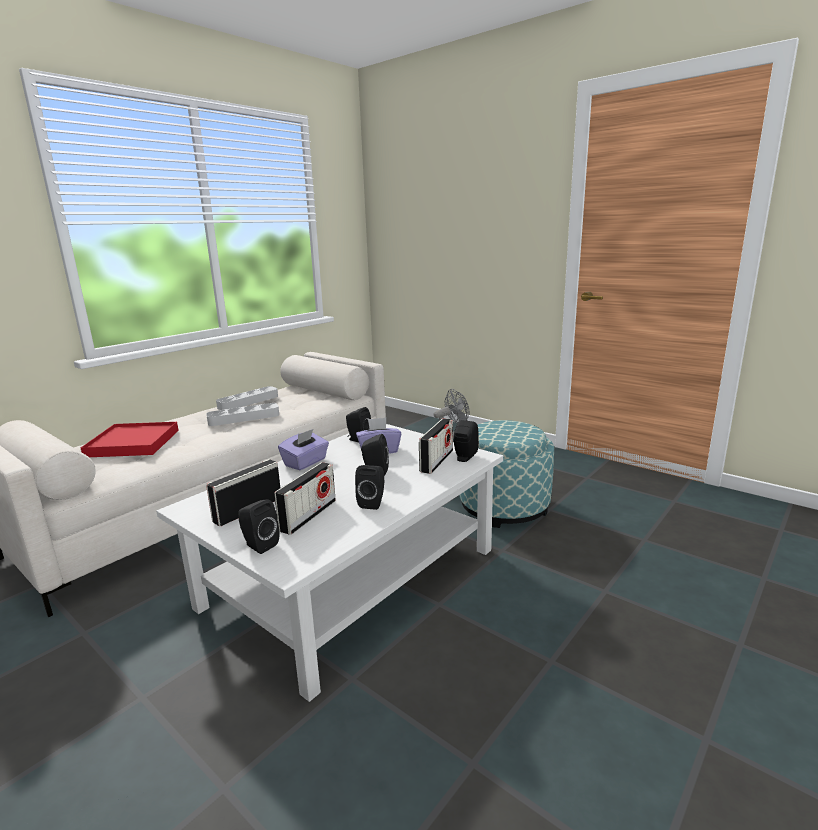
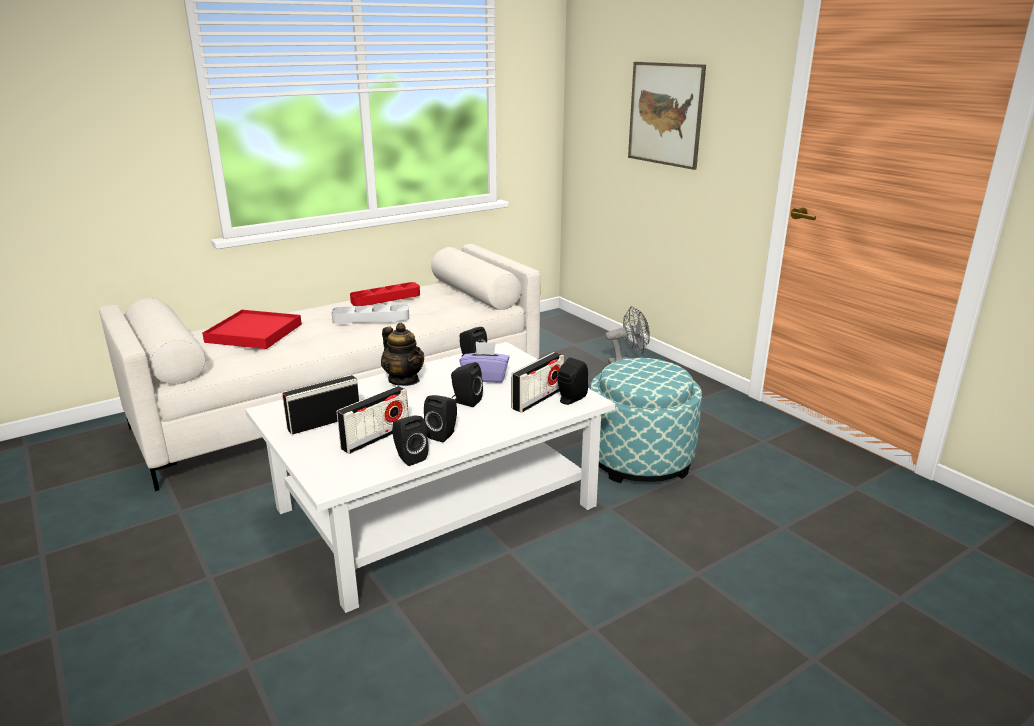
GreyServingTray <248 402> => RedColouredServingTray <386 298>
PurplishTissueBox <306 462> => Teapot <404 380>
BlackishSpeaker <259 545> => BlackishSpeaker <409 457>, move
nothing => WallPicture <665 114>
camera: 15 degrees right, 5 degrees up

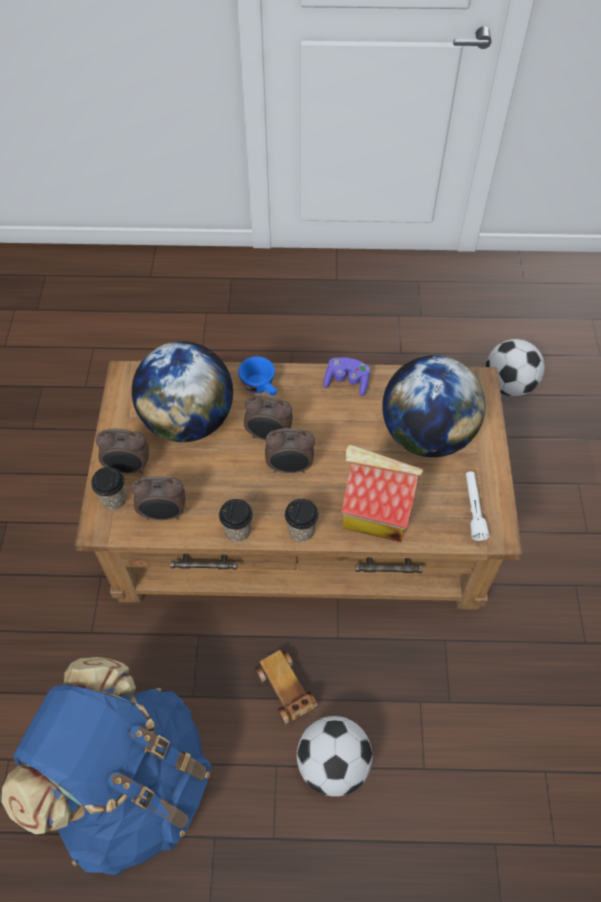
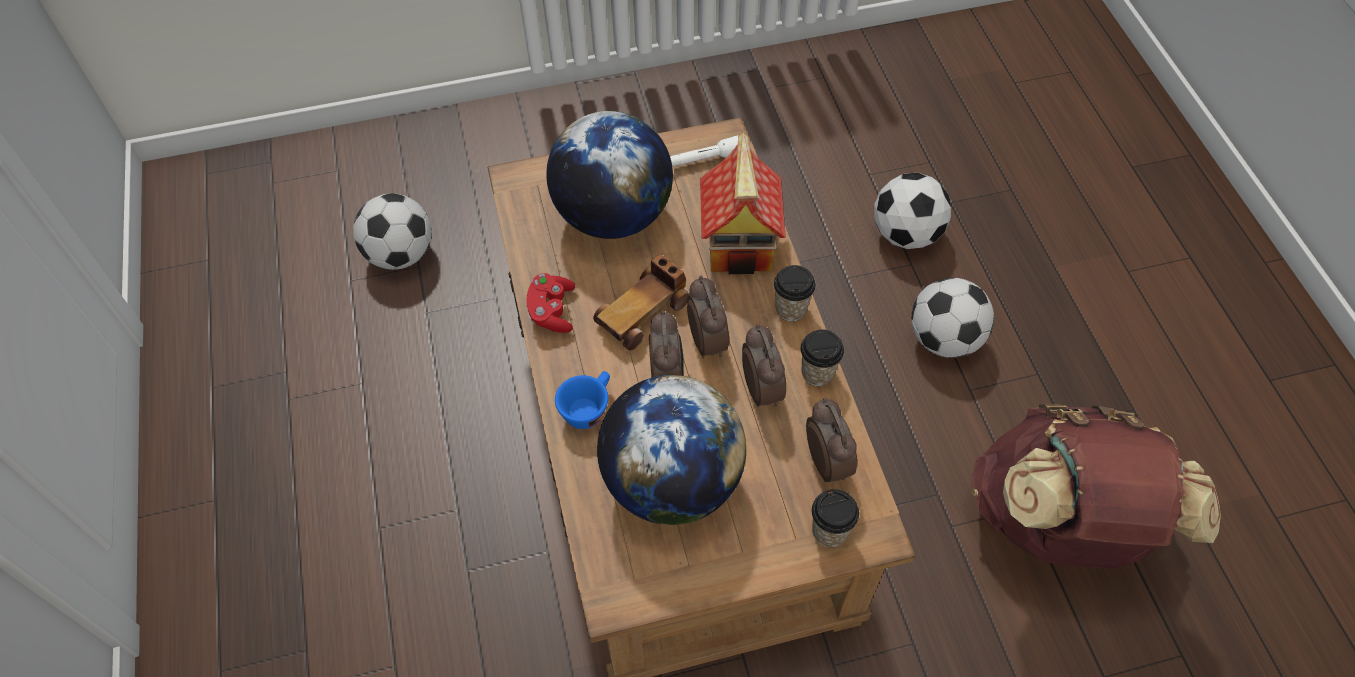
PurplishGameController <347 382> => RedColouredGameController <552 311>
TableClock <128 468> => TableClock <762 389>, move
ToyCar <286 690> => ToyCar <643 312>, move
BlueRucksack <131 784> => BrownRucksack <1059 524>
nothing => FootballBall <906 234>
camera: 105 degrees left, 0 degrees up

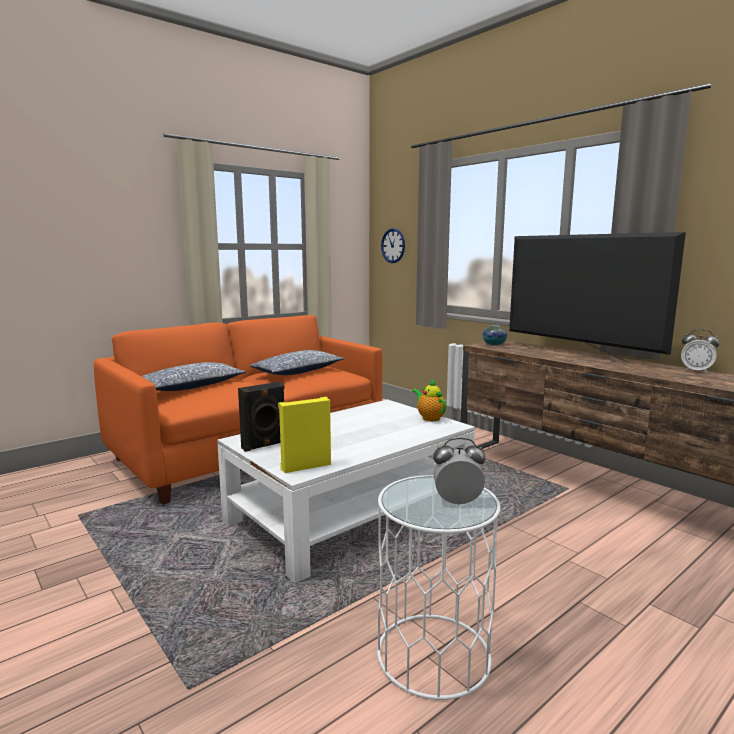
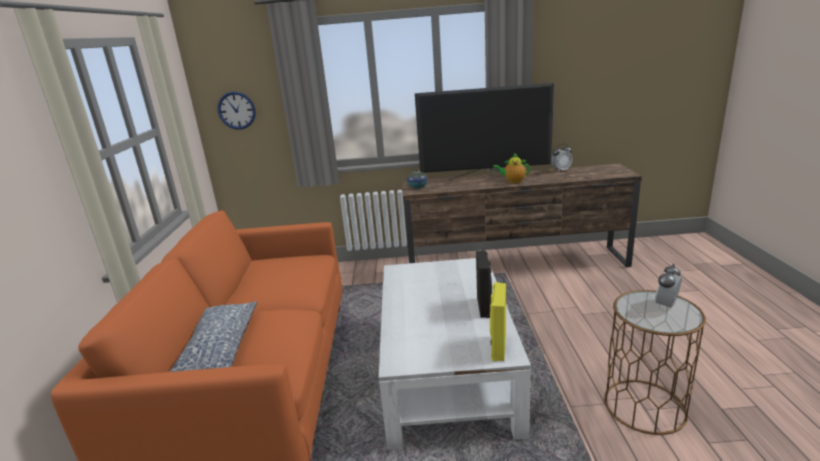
Pillow <297 372> => nothing
Teapot <430 418> => Teapot <513 181>, move
BlackishSpeaker <264 445> => BlackishSpeaker <485 307>, move
WhiteSideTable <433 654> => BrownSideTable <645 406>
camera: 50 degrees left, 10 degrees up

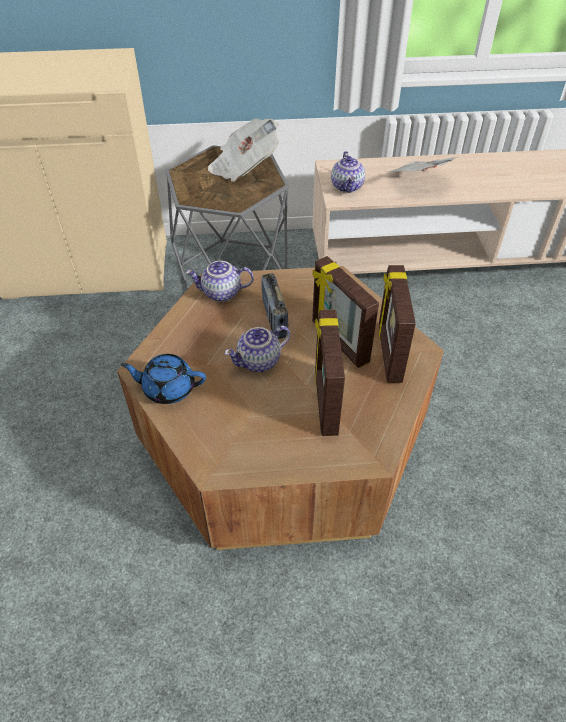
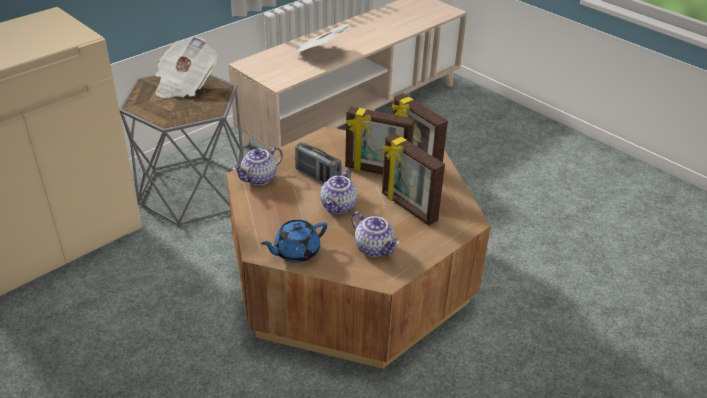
Teapot <348 187> => Teapot <374 248>, move
camera: 40 degrees left, 10 degrees down

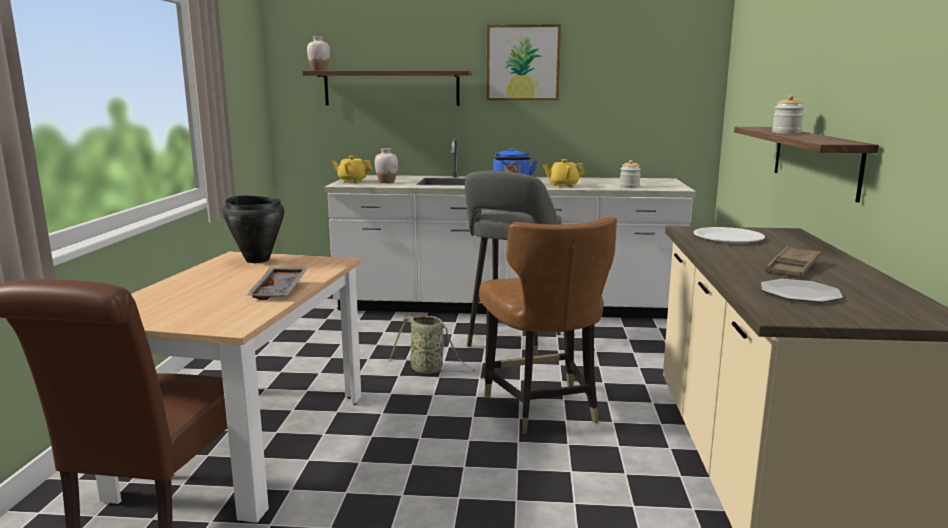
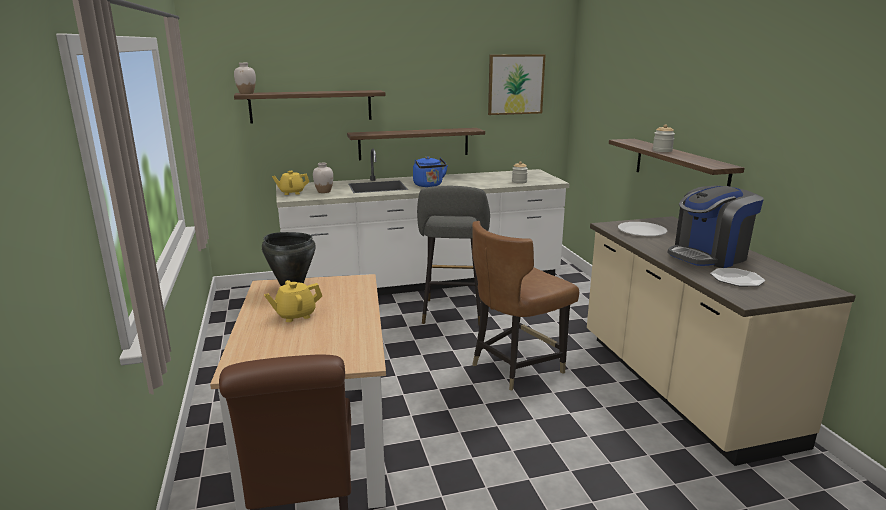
WallPicture <523 63> => WallPicture <515 84>, move
YellowishTeapot <563 186> => YellowishTeapot <295 315>, move
BrownPlainChair <542 408> => BrownPlainChair <515 367>, 90 degrees clockwise
BrownServingTray <792 268> => CoffeeMachine <709 256>
GreyServingTray <280 291> => nothing
Basket <429 370> => nothing
nothing => Shelf <414 143>
camera: 20 degrees left, 5 degrees up

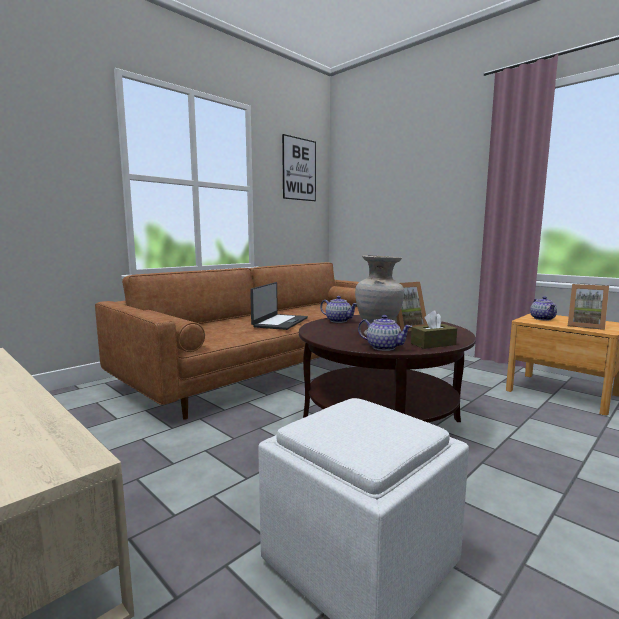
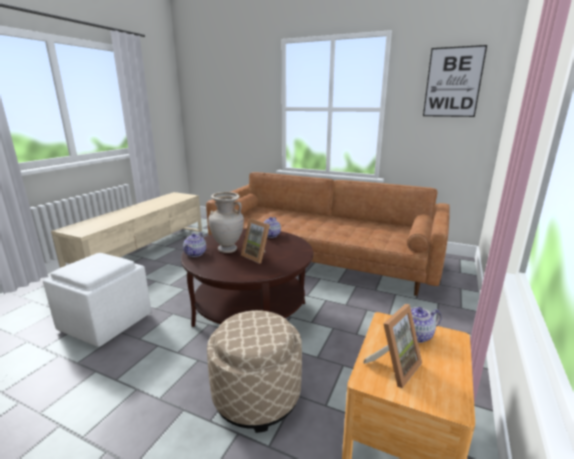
NotebookComputer <280 322> => nothing
PhotoFrame <585 326> => PhotoFrame <394 366>, 150 degrees counterclockwise
BrownTissueBox <433 344> => nothing
nothing => SandColouredFootrest <256 396>
camera: 70 degrees right, 10 degrees up

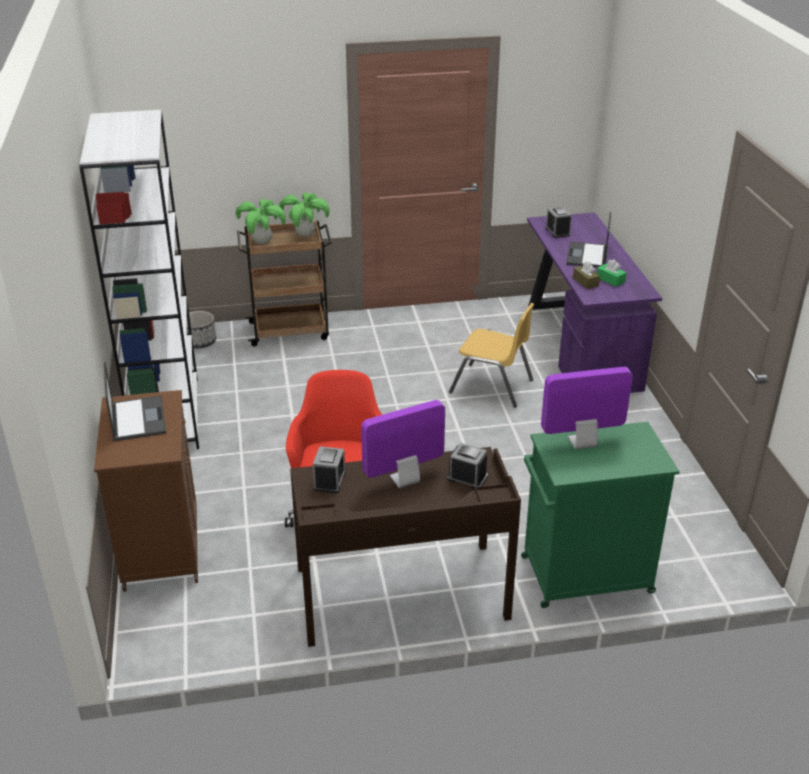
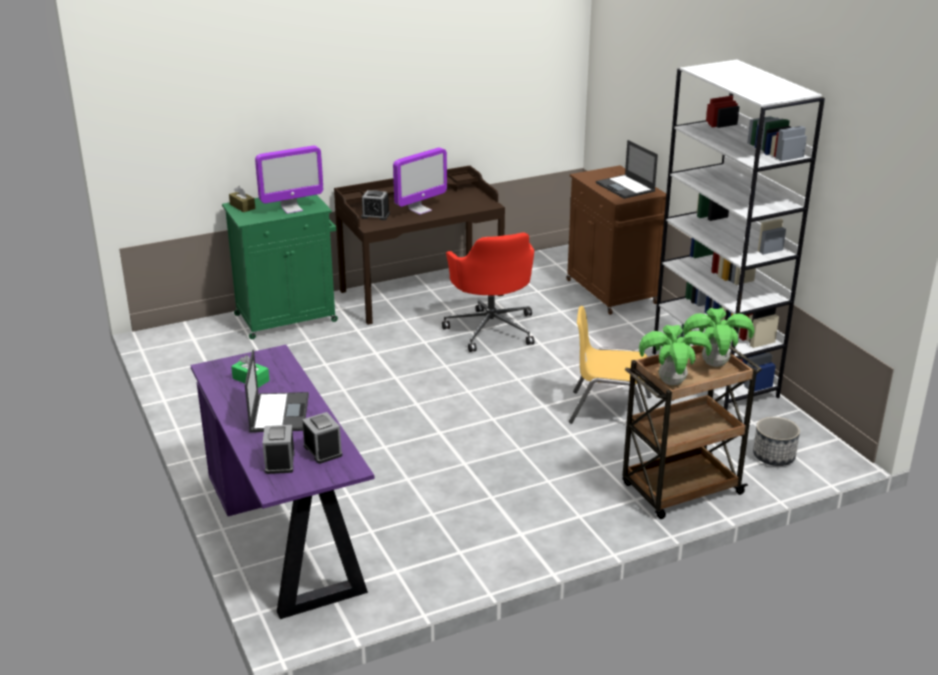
BrownTissueBox <585 282> => BrownTissueBox <242 206>, move
YellowishPlainChair <492 386> => YellowishPlainChair <610 410>, move
TableClock <329 481> => TableClock <280 462>, move
camera: 165 degrees right, 5 degrees down

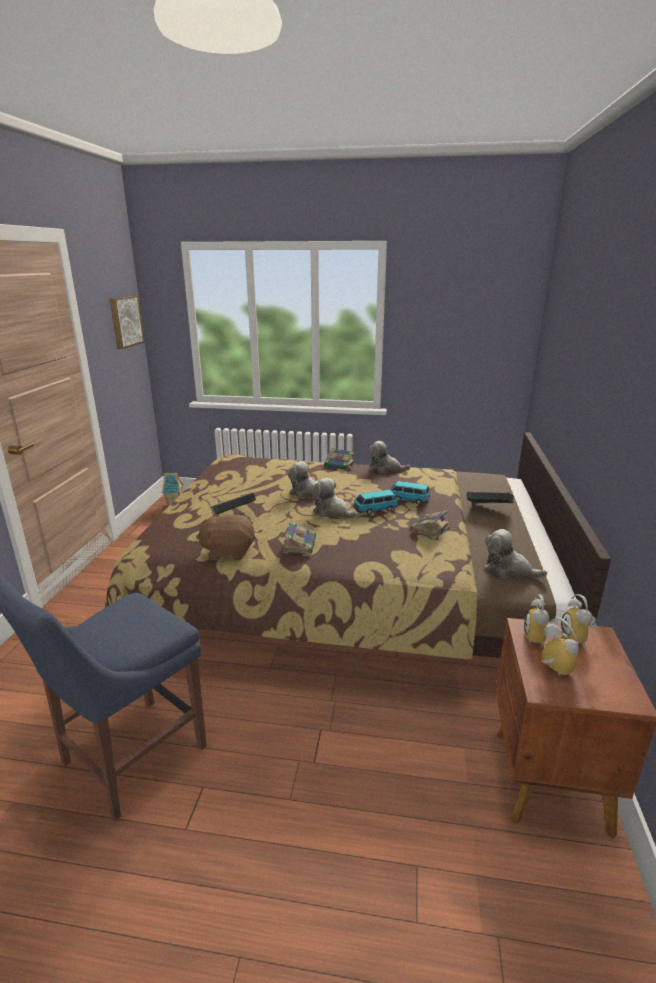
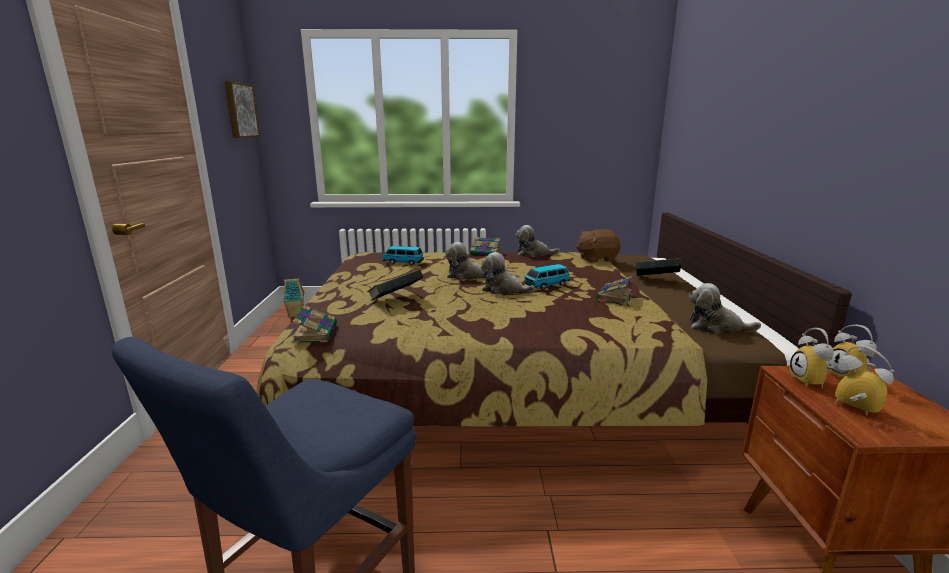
ToyCar <408 499> => ToyCar <403 262>, move
BrownSoftToy <228 551> => BrownSoftToy <596 259>, move
BoundBook <299 544> => BoundBook <315 333>, move
camera: 10 degrees left, 5 degrees down

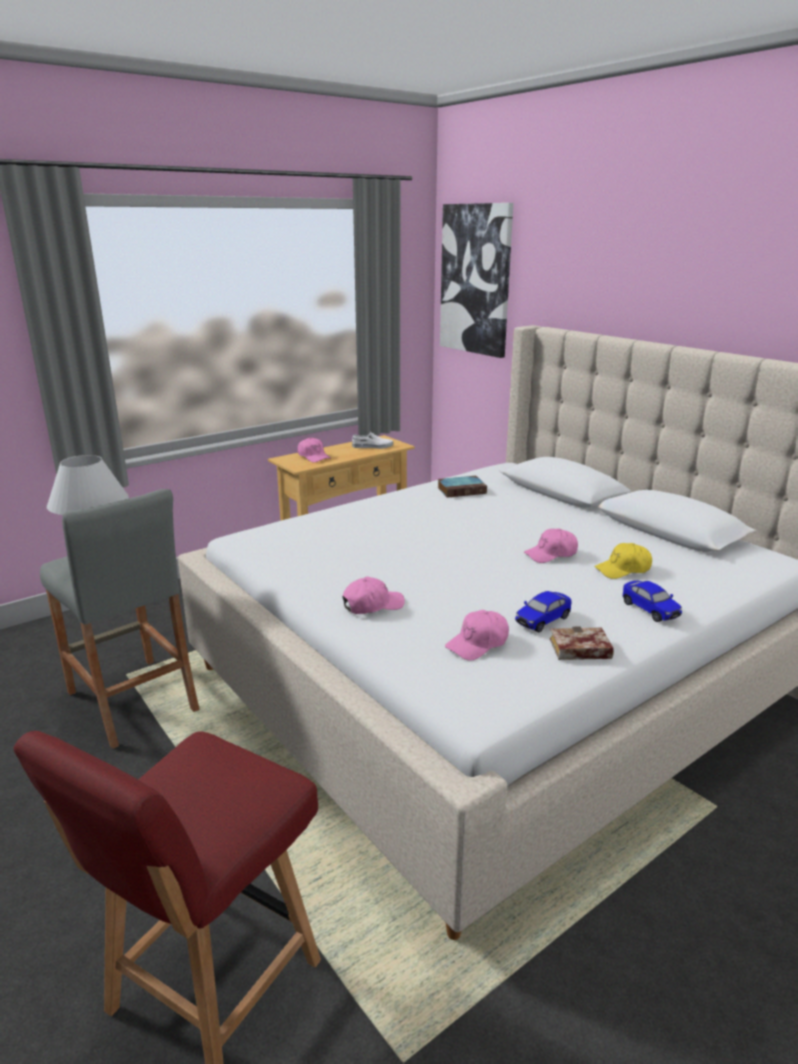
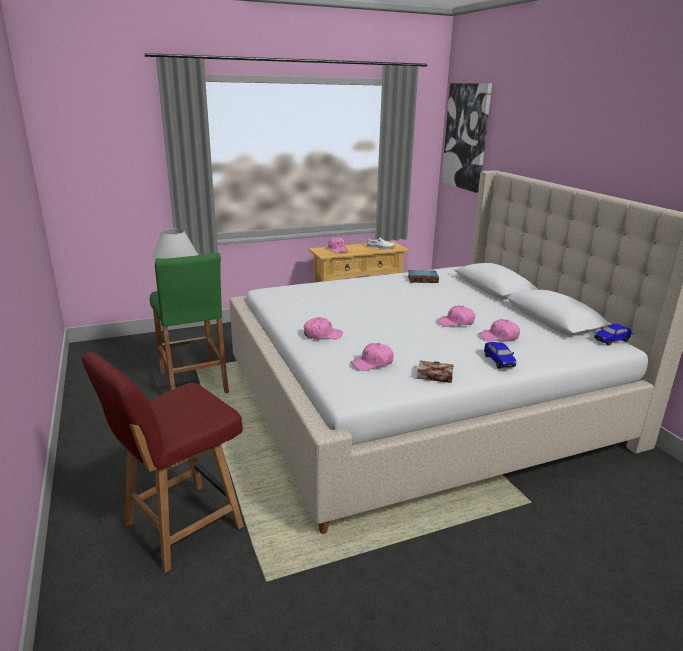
GreyStool <132 701> => GreenStool <193 382>
YellowishPeakedCap <623 570> => PinkColouredPeakedCap <499 337>
ToyCar <542 620> => ToyCar <611 340>, move
camera: 15 degrees right, 0 degrees up

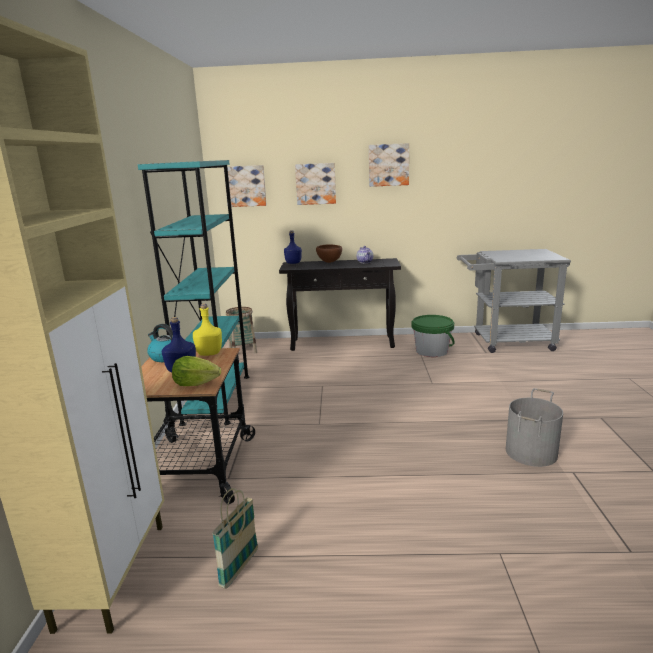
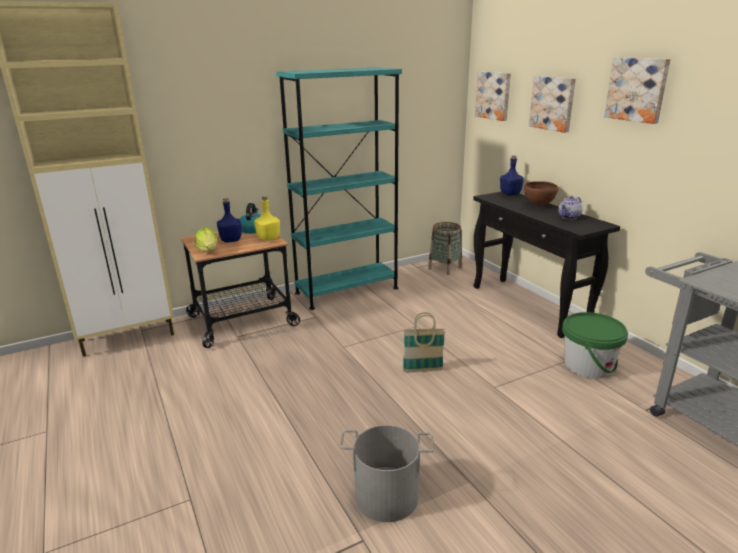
Basket <239 568> => Basket <422 370>, move
camera: 60 degrees right, 5 degrees up

